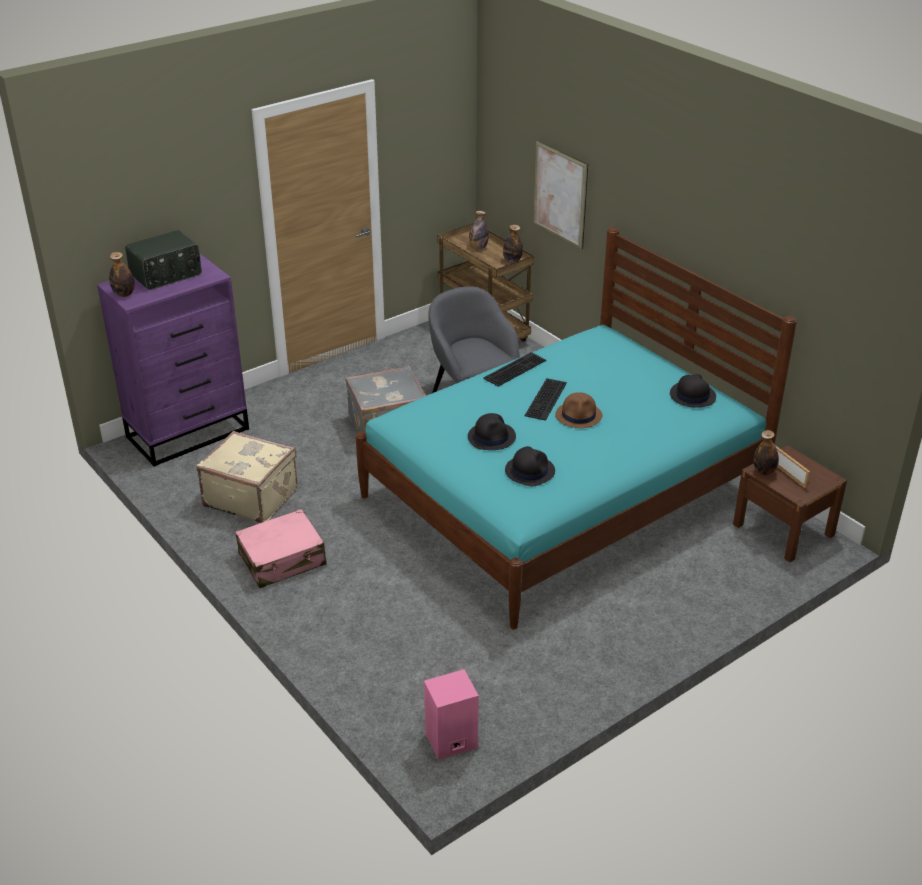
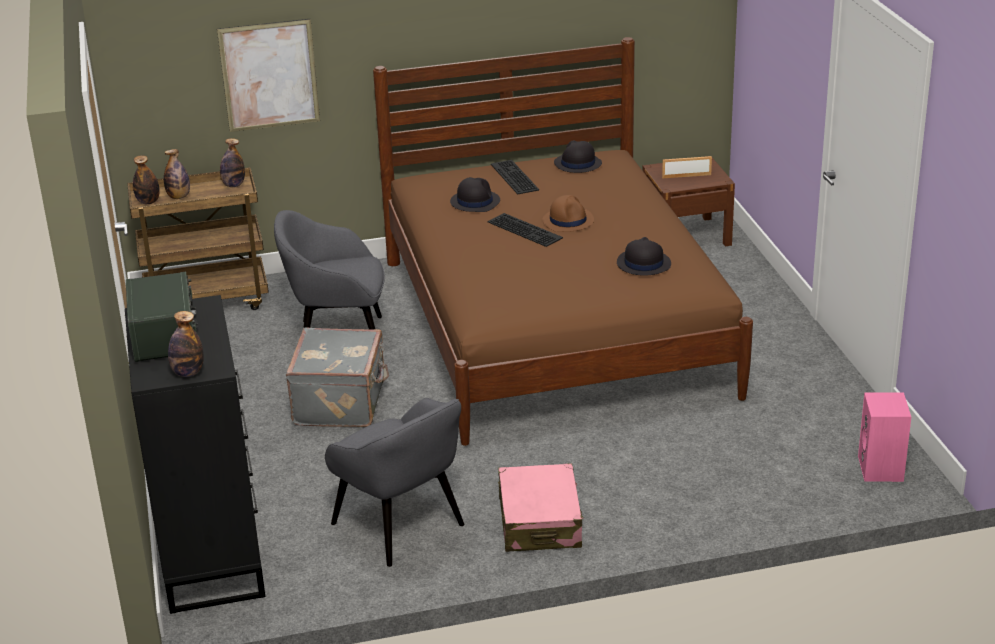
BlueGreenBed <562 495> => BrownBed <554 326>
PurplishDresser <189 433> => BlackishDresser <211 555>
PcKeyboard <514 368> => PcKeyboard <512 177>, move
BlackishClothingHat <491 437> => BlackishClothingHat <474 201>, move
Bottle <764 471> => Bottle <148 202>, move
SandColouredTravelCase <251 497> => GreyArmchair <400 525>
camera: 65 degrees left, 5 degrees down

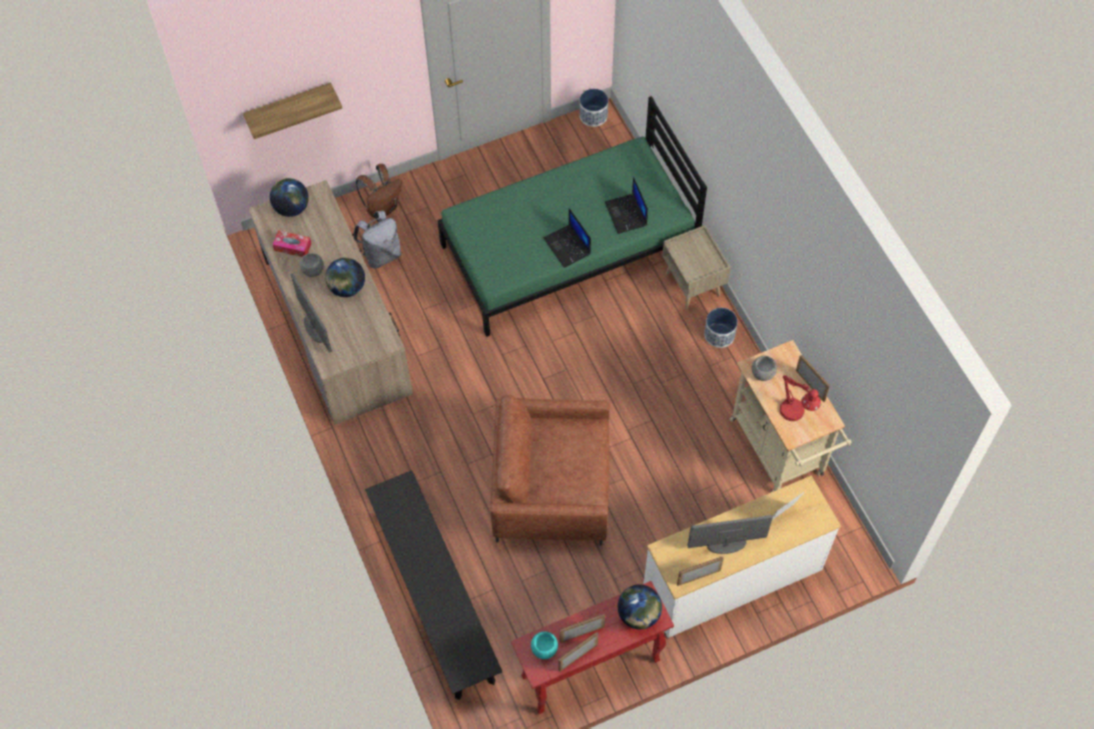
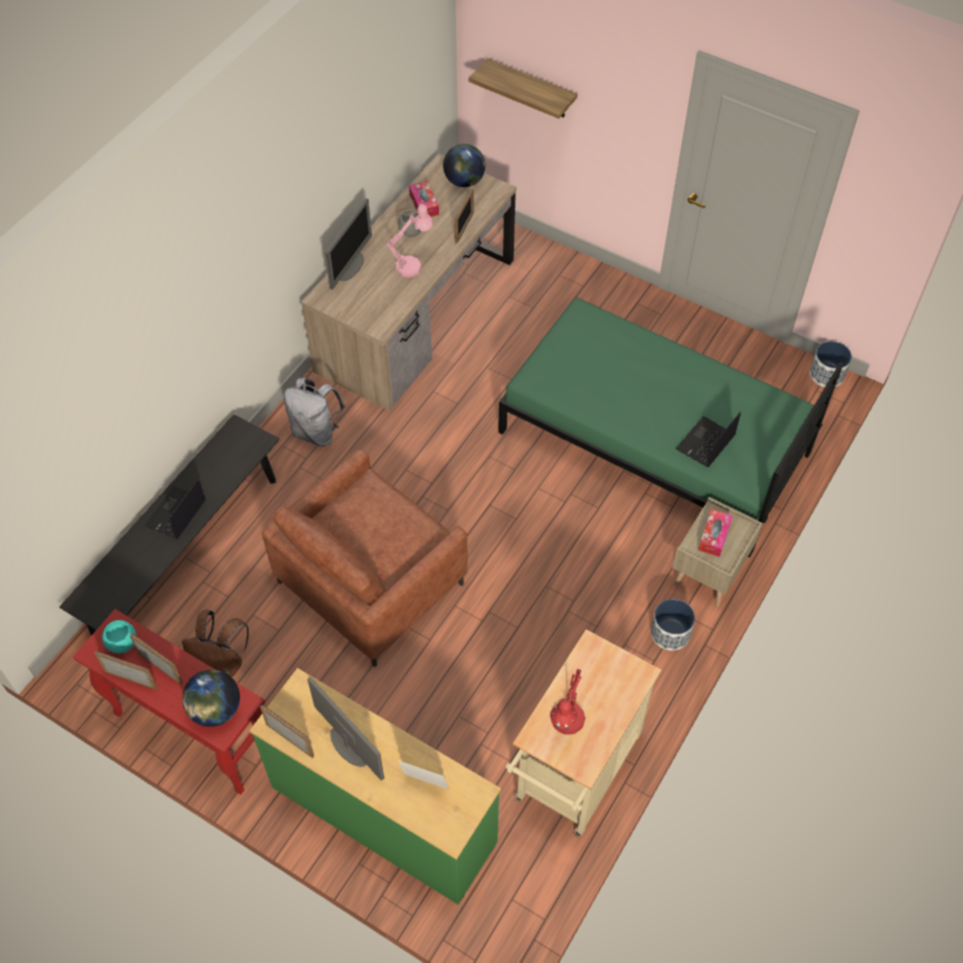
BrownRucksack <382 208> => BrownRucksack <224 663>, move
NotebookComputer <568 246> => NotebookComputer <176 514>, move
GreyRucksack <381 255> => GreyRucksack <316 432>, move
Globe <347 288> => PinkColouredTabletopLamp <413 265>
PhotoFrame <810 385> => PhotoFrame <464 228>, move
GreyServingBowl <763 373> => nothing
BrownArmchair <551 489> => BrownArmchair <370 582>, 105 degrees counterclockwise
WhiteDresser <733 580> => GreenDresser <383 815>
nothing => TissueBox <714 536>
camera: 55 degrees right, 5 degrees down

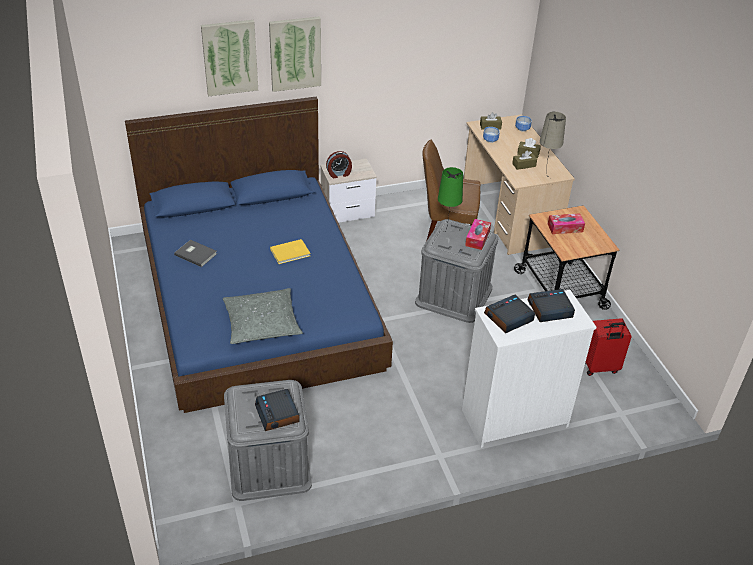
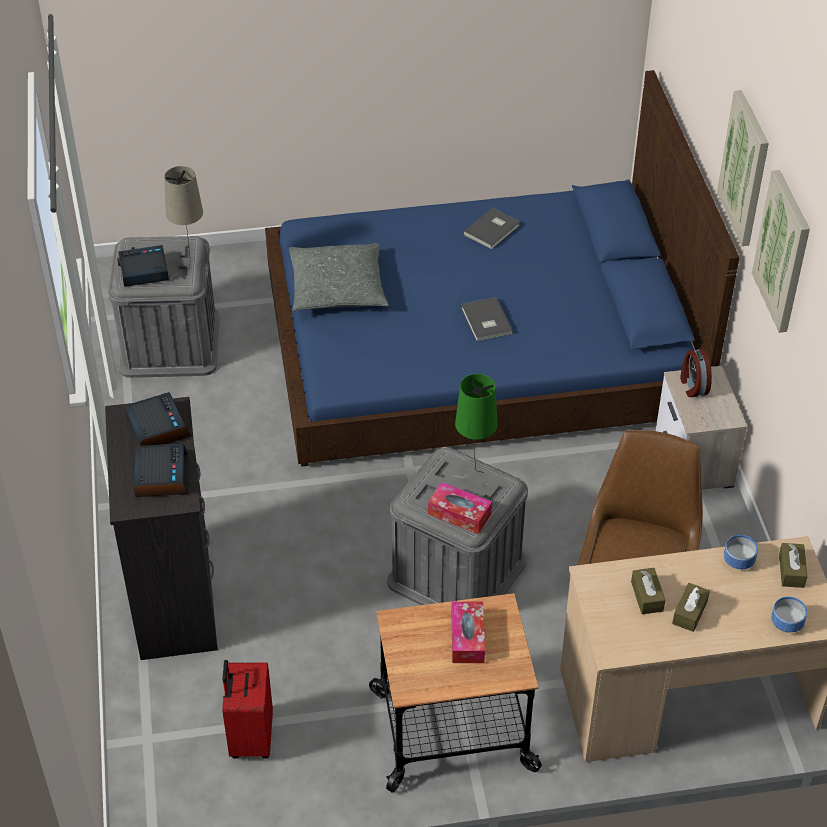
WallPicture <230 57> => WallPicture <783 251>, move
SandColouredTabletopLamp <544 178> => SandColouredTabletopLamp <190 264>, move
YellowishBoundBook <291 253> => GreyBoundBook <485 321>
WhiteDresser <513 418> => BlackishDresser <176 596>
camera: 100 degrees right, 5 degrees up

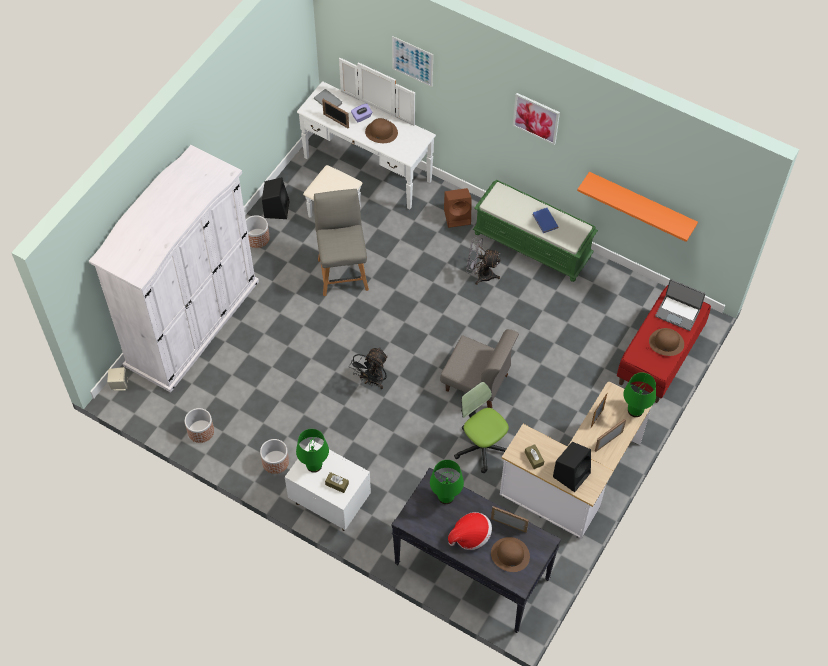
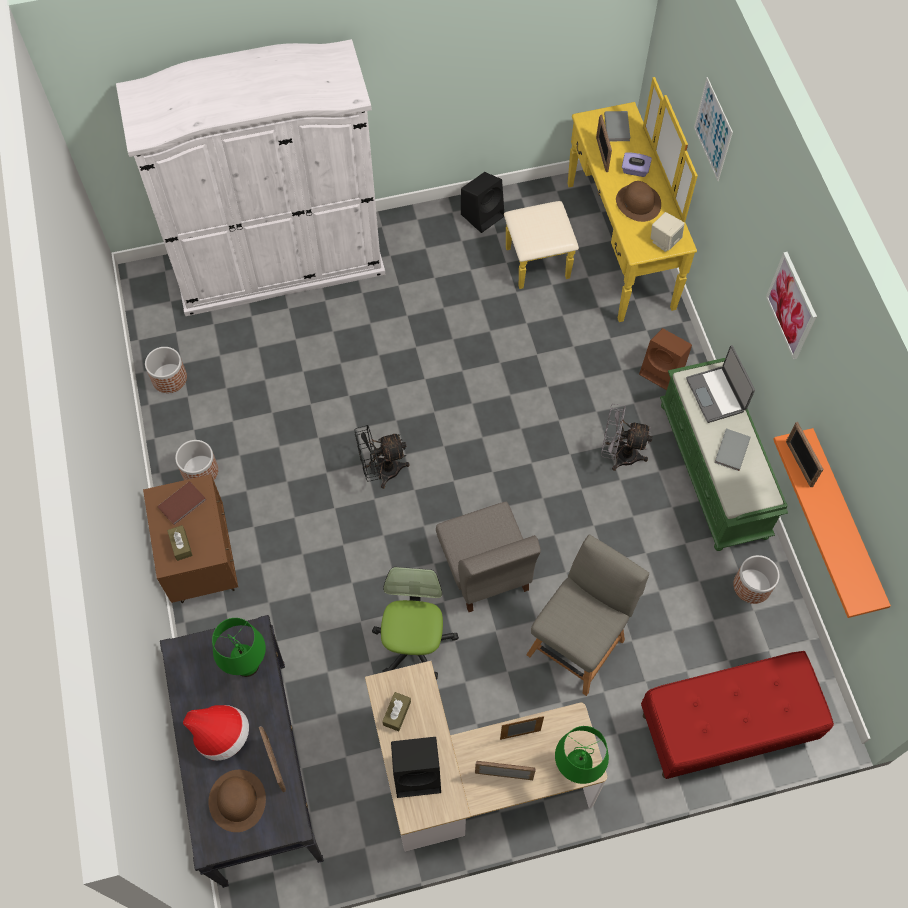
WhiteDresser <360 179> => YellowishDresser <601 249>
GreyPlainChair <342 272> => GreyPlainChair <577 644>, move
BlueBoundBook <544 221> => GreyBoundBook <730 450>
PlantPot <257 238> => PlantPot <752 585>, move
GreyCoolingFan <480 274> => GreyCoolingFan <619 454>, 45 degrees counterclockwise
NotebookComputer <678 312> => NotebookComputer <716 395>, move
BrownClothingHat <666 342> => nothing
SandColouredSpeaker <119 384> => SandColouredSpeaker <664 241>, move
GreenTabletopLamp <314 465> => BrownBoundBook <183 504>
WhiteBedsideTable <329 503> => BrownBedsideTable <202 561>
nothing => PhotoFrame <798 463>
camera: 45 degrees right, 5 degrees up

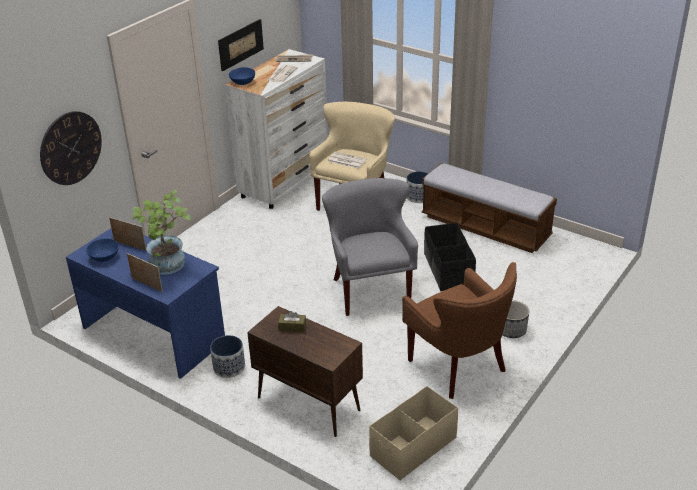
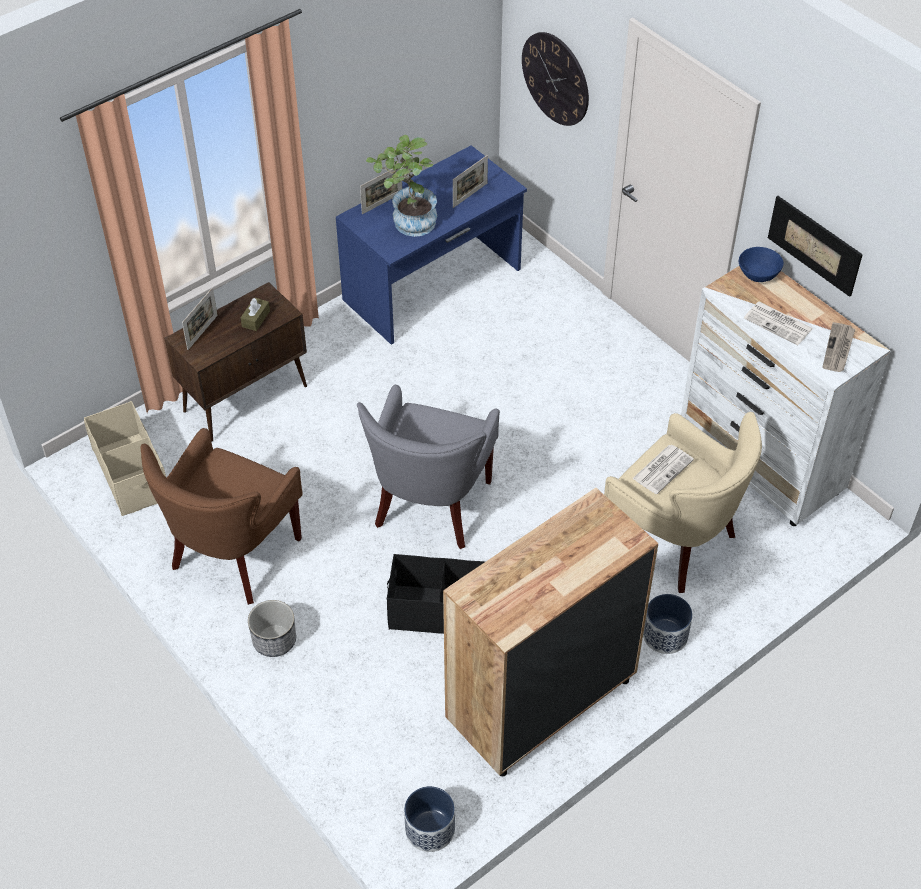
IndoorBench <485 227> => BrownDresser <540 702>
GreyArmchair <371 290> => GreyArmchair <430 506>, 105 degrees clockwise
BlueServingBowl <104 257> => nothing
BrownArmchair <458 367> => BrownArmchair <233 555>, 45 degrees counterclockwise
PlantPot <229 367> => PlantPot <429 829>, move
nothing => PhotoFrame <202 332>
camera: 105 degrees right, 15 degrees up

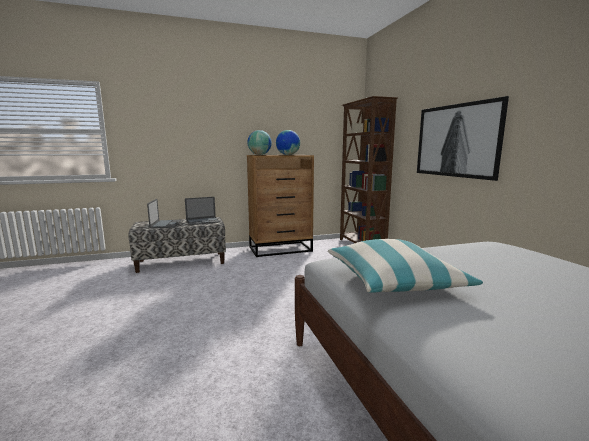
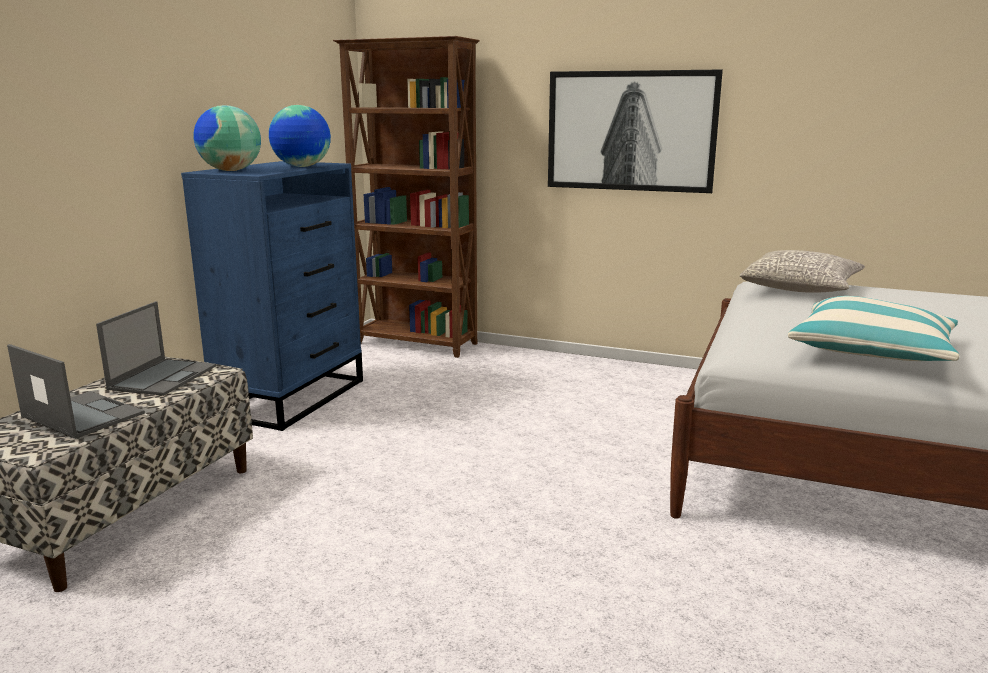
BrownDresser <281 249> => BlueDresser <292 397>
nothing => GreyPillow <800 289>
camera: 50 degrees left, 5 degrees up

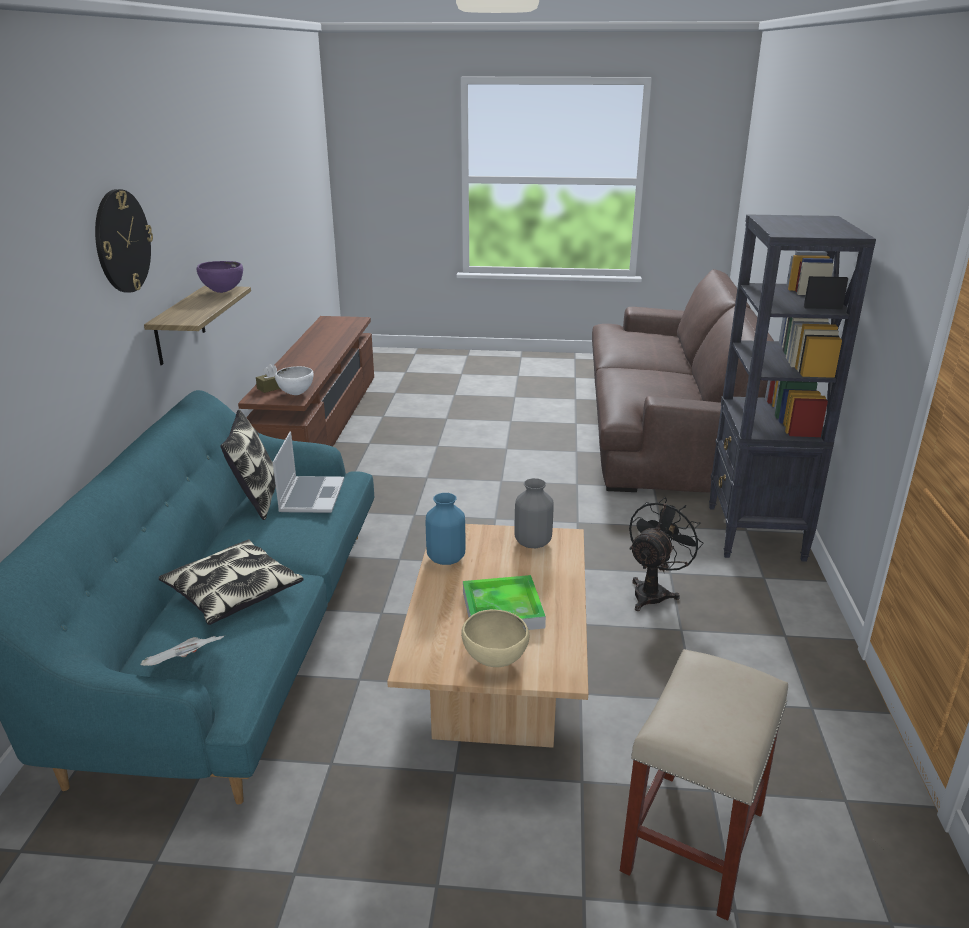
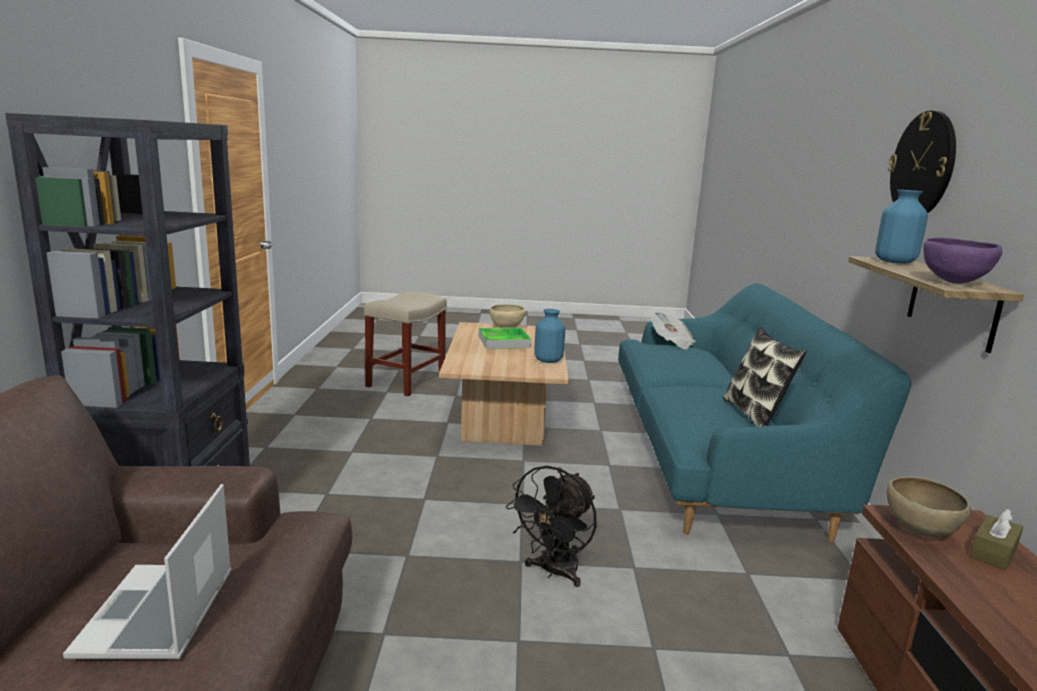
WhiteServingBowl <296 394> => BrownServingBowl <919 532>
NotebookComputer <311 496> => NotebookComputer <158 615>, move
GreyFlowerVase <532 542> => nothing
BlackishCoolingFan <653 592> => BlackishCoolingFan <554 572>, move
Pillow <232 592> => nothing
nothing => BlueFlowerVase <894 262>
camera: 175 degrees right, 10 degrees down

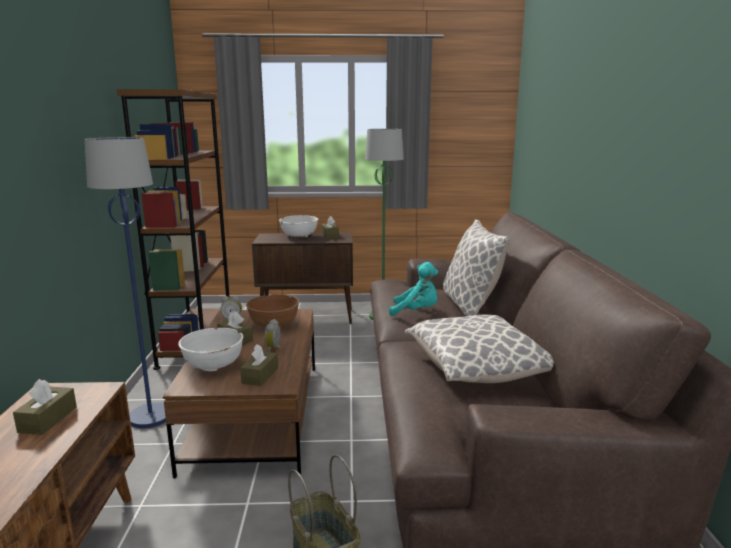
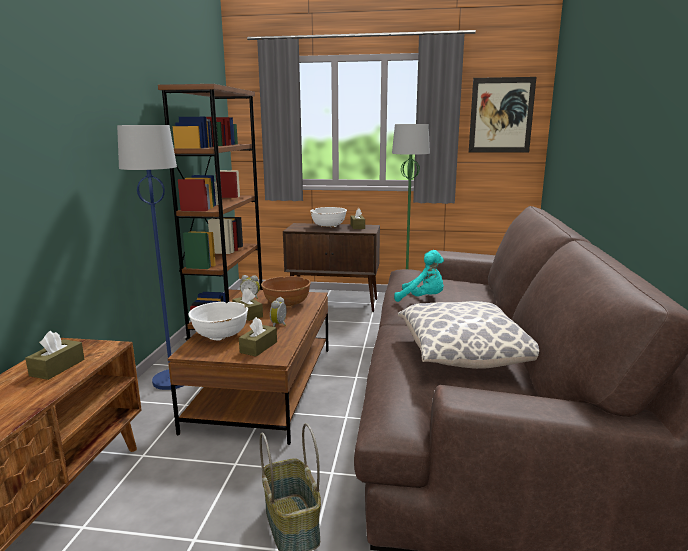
Pillow <470 305> => nothing
nothing => WallPicture <501 115>
camera: 10 degrees right, 0 degrees up

